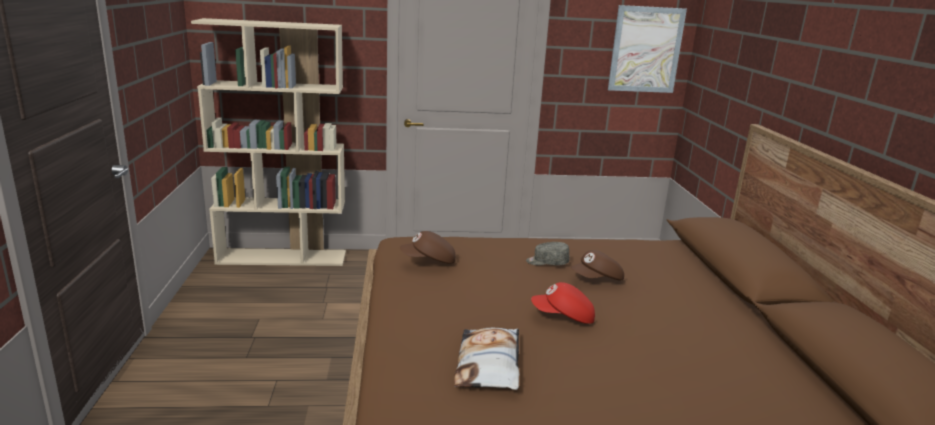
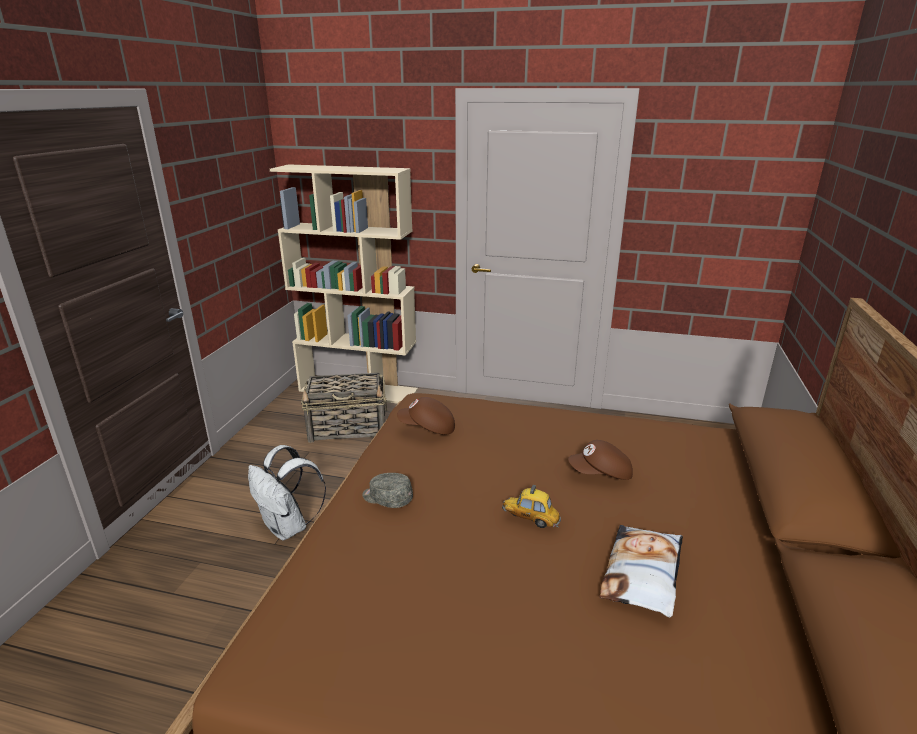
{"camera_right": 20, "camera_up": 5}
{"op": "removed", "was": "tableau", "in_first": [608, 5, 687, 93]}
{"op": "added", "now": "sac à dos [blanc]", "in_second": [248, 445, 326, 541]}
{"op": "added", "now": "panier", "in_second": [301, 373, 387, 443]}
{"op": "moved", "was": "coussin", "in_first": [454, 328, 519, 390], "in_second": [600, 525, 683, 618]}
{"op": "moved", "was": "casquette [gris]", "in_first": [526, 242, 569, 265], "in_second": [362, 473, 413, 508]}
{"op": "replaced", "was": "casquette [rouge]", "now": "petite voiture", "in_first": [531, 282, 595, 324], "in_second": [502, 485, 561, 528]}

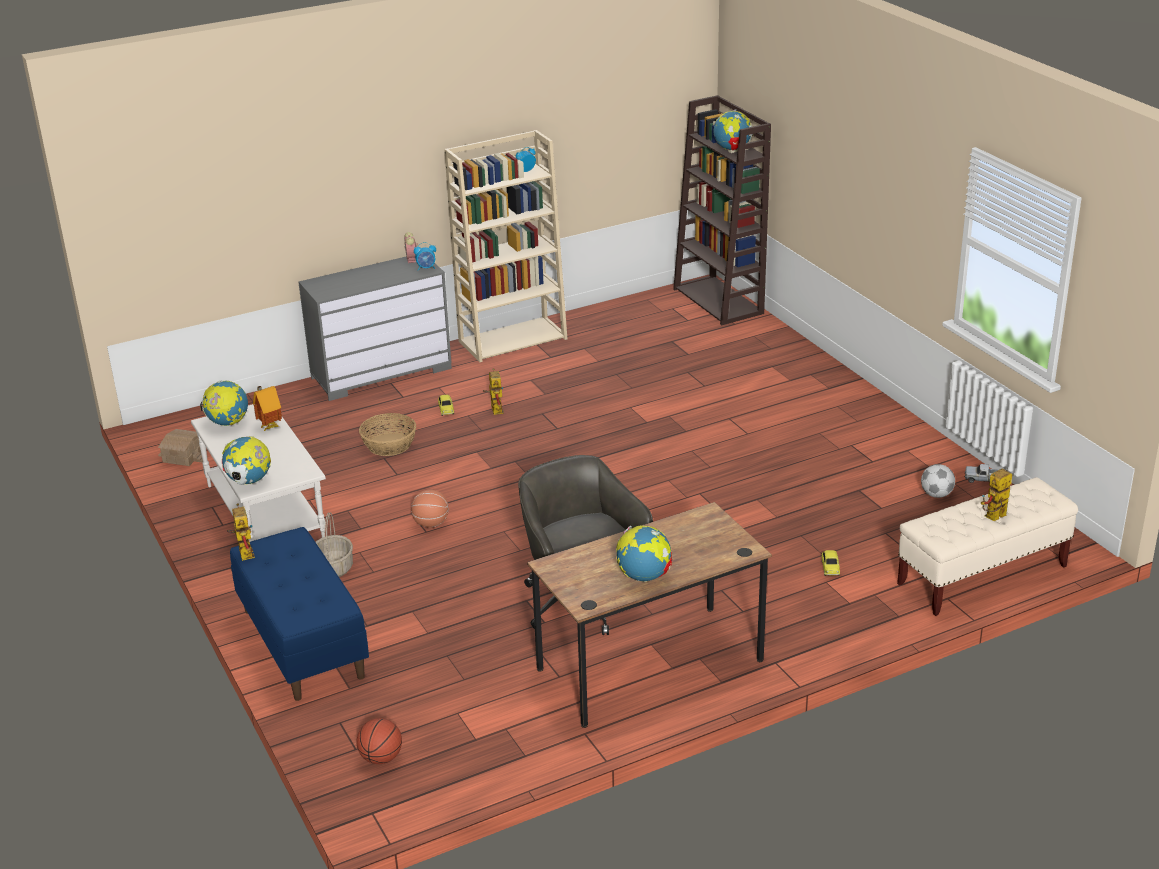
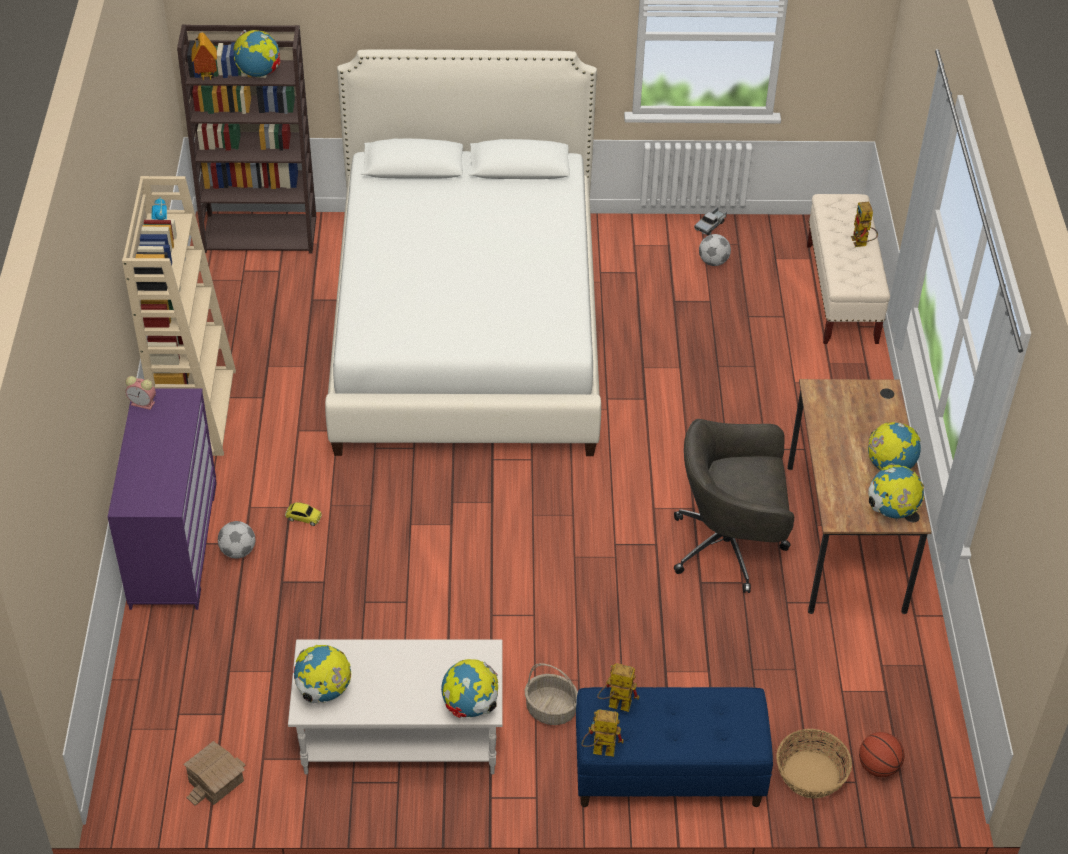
{"camera_right": -65, "camera_up": 15}
{"op": "removed", "was": "ballon de basket", "in_first": [411, 490, 449, 528]}
{"op": "removed", "was": "réveil", "in_first": [414, 242, 436, 271]}
{"op": "removed", "was": "petite voiture", "in_first": [822, 550, 840, 576]}
{"op": "added", "now": "ballon de foot", "in_second": [218, 521, 255, 559]}
{"op": "added", "now": "lit [blanc]", "in_second": [325, 49, 601, 456]}
{"op": "added", "now": "globe", "in_second": [868, 463, 924, 518]}
{"op": "moved", "was": "maison miniature", "in_first": [253, 386, 282, 431], "in_second": [191, 33, 217, 82]}
{"op": "moved", "was": "panier", "in_first": [359, 413, 416, 456], "in_second": [776, 729, 852, 799]}
{"op": "moved", "was": "robot jouet", "in_first": [483, 368, 504, 415], "in_second": [597, 663, 639, 712]}
{"op": "recoloured", "was": "commode [gris]", "now": "commode [violet]", "in_first": [298, 257, 452, 401], "in_second": [108, 388, 217, 610]}

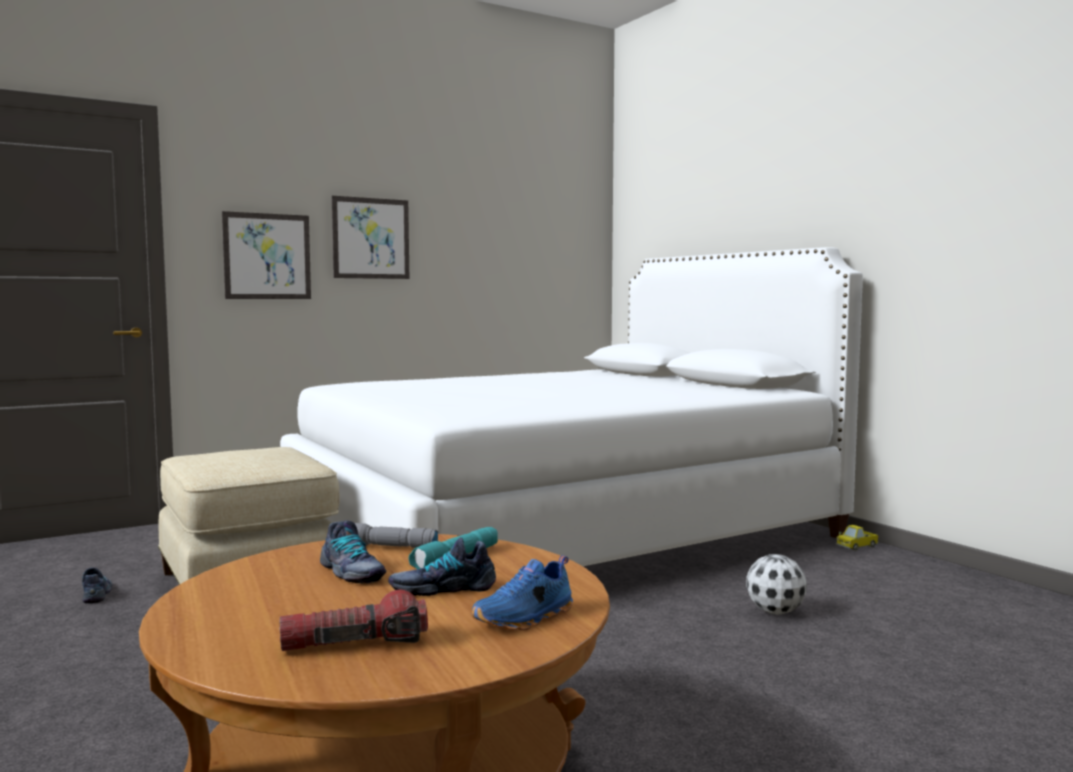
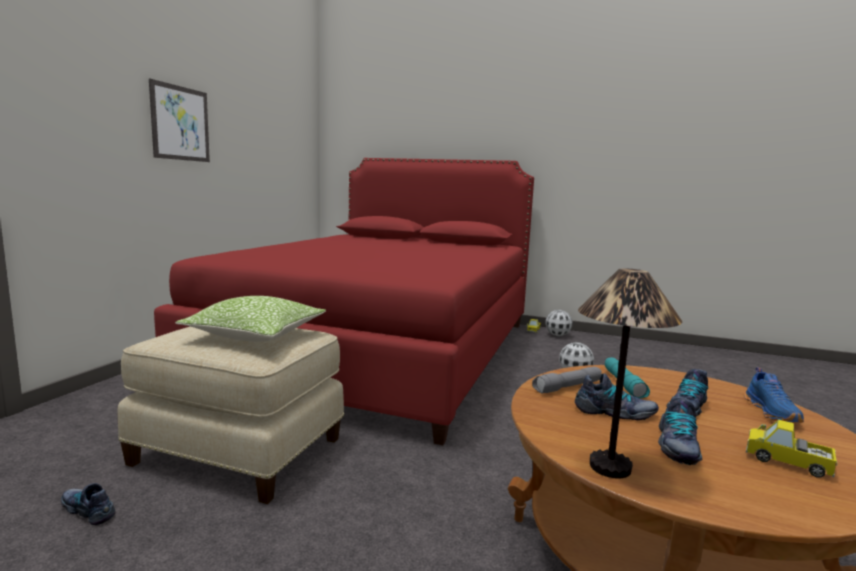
{"camera_right": -40, "camera_up": 5}
{"op": "removed", "was": "tableau", "in_first": [222, 211, 311, 299]}
{"op": "added", "now": "coussin", "in_second": [175, 296, 326, 342]}
{"op": "added", "now": "ballon de foot", "in_second": [545, 310, 573, 336]}
{"op": "added", "now": "lampe de table", "in_second": [578, 269, 682, 479]}
{"op": "added", "now": "chaussure", "in_second": [658, 397, 703, 465]}
{"op": "replaced", "was": "lampe de poche", "now": "camion jouet", "in_first": [280, 590, 428, 651], "in_second": [746, 420, 838, 478]}
{"op": "recoloured", "was": "lit [blanc]", "now": "lit [rouge]", "in_first": [280, 247, 863, 566], "in_second": [154, 158, 534, 445]}

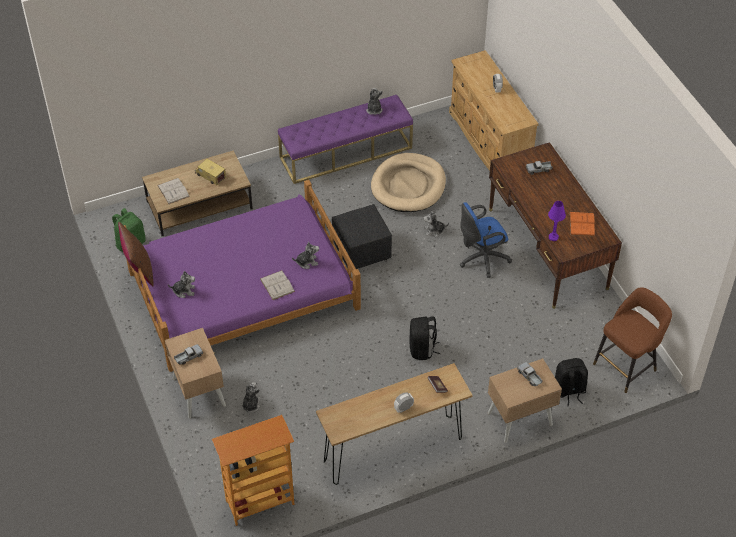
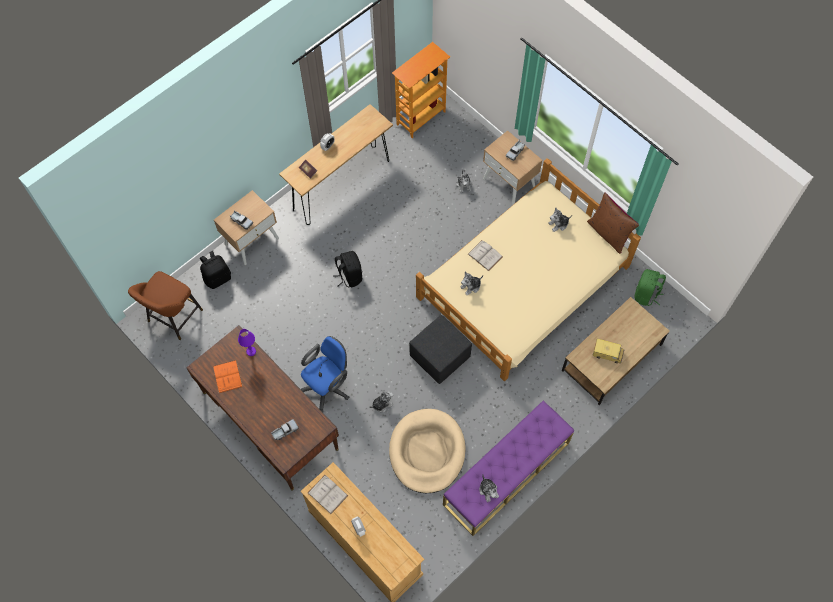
{"camera_right": 160, "camera_up": 15}
{"op": "moved", "was": "livre [blanc]", "in_first": [157, 178, 190, 204], "in_second": [308, 475, 348, 514]}
{"op": "recoloured", "was": "lit [violet]", "now": "lit [beige]", "in_first": [124, 180, 361, 372], "in_second": [416, 158, 641, 381]}

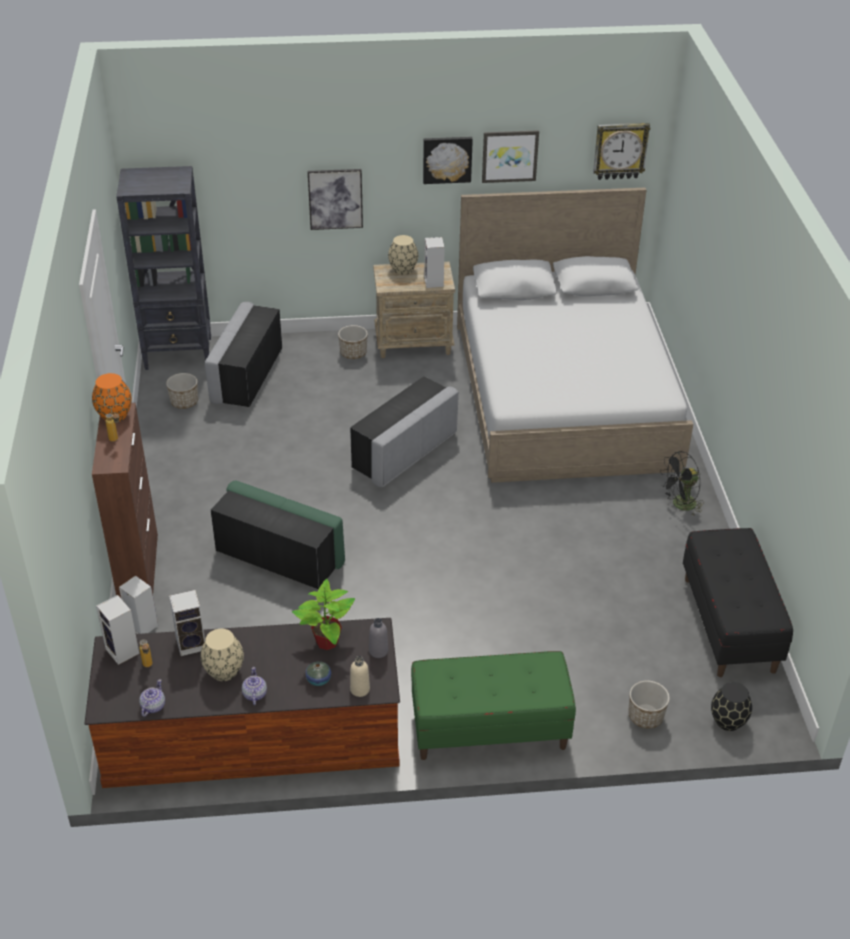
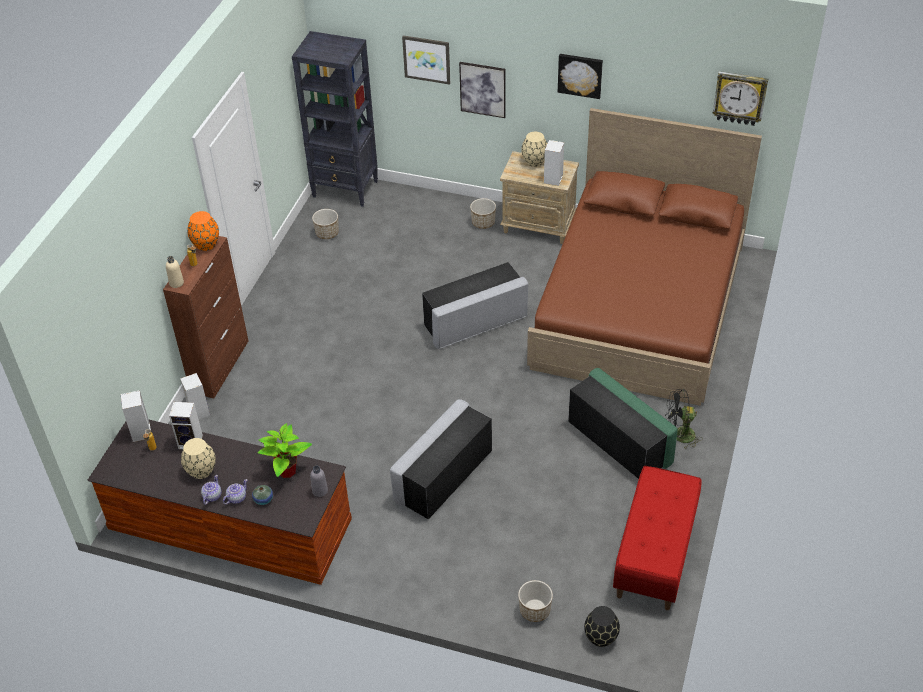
{"camera_right": 25, "camera_up": 5}
{"op": "removed", "was": "banc [vert]", "in_first": [411, 651, 576, 760]}
{"op": "moved", "was": "théière", "in_first": [139, 679, 165, 717], "in_second": [223, 479, 248, 504]}
{"op": "moved", "was": "pouf [gris]", "in_first": [205, 302, 282, 407], "in_second": [390, 399, 492, 519]}
{"op": "moved", "was": "pouf [vert]", "in_first": [211, 480, 345, 589], "in_second": [568, 368, 678, 479]}
{"op": "moved", "was": "bouteille [beige]", "in_first": [350, 656, 370, 697], "in_second": [166, 256, 184, 288]}
{"op": "moved", "was": "tableau", "in_first": [482, 130, 539, 183], "in_second": [402, 35, 450, 85]}
{"op": "recoloured", "was": "lit [blanc]", "now": "lit [marron]", "in_first": [457, 188, 693, 483], "in_second": [527, 108, 762, 406]}
{"op": "recoloured", "was": "banc [noir]", "now": "banc [rouge]", "in_first": [683, 528, 793, 677], "in_second": [613, 466, 702, 610]}

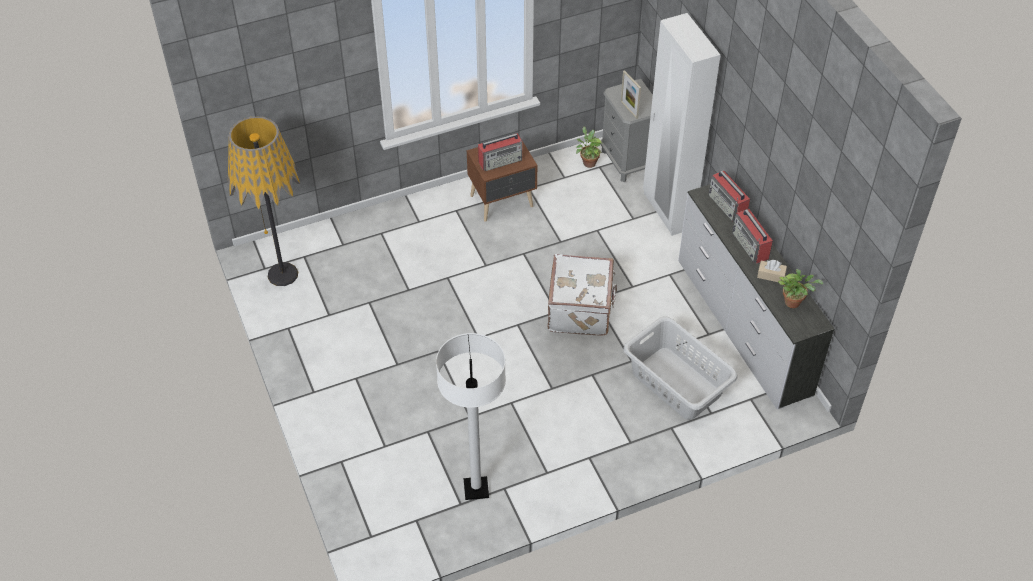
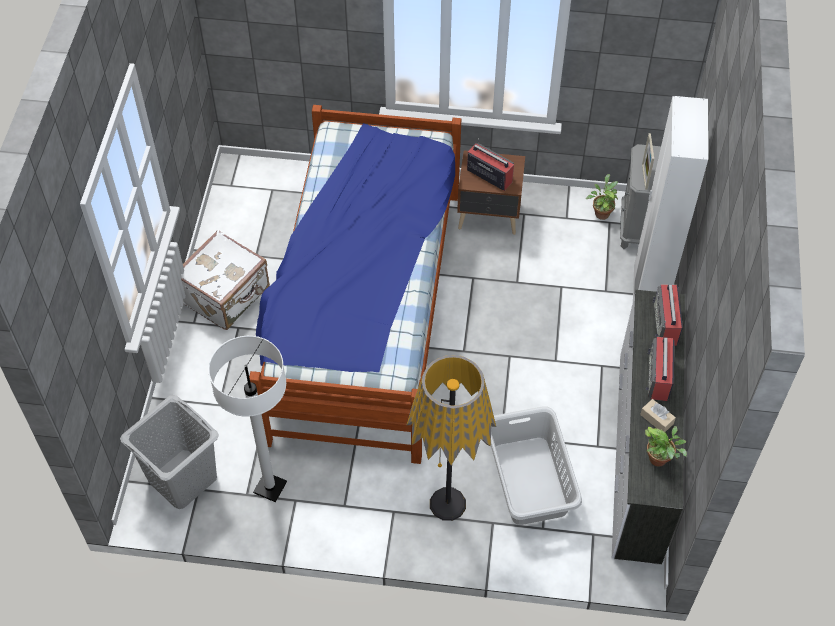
{"camera_right": 30, "camera_up": 5}
{"op": "added", "now": "panier à linge [gris]", "in_second": [120, 395, 219, 509]}
{"op": "added", "now": "lit", "in_second": [249, 105, 461, 464]}
{"op": "moved", "was": "lampadaire", "in_first": [228, 117, 300, 286], "in_second": [406, 355, 496, 521]}
{"op": "moved", "was": "valise [blanc]", "in_first": [548, 254, 617, 336], "in_second": [181, 230, 270, 330]}
{"op": "turned", "was": "radio", "in_first": [478, 133, 522, 171], "in_second": [467, 138, 514, 191], "clockwise": -150}

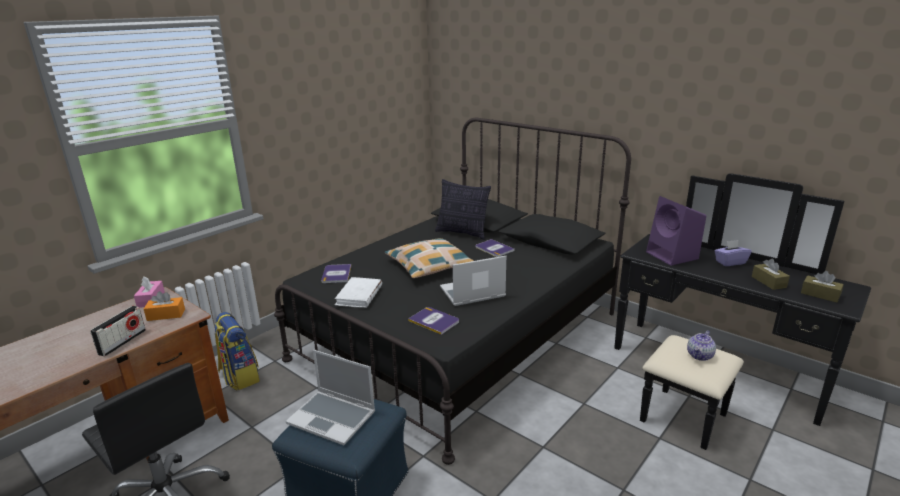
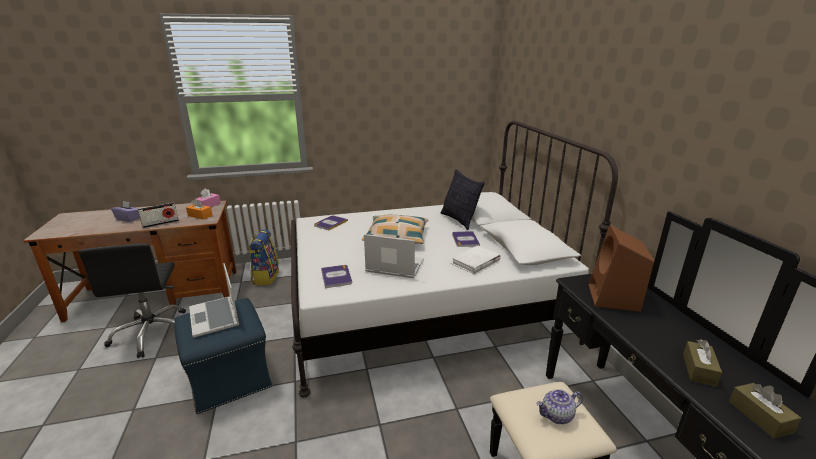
{"camera_right": 35, "camera_up": 0}
{"op": "moved", "was": "livre [blanc]", "in_first": [335, 277, 382, 308], "in_second": [451, 245, 501, 274]}
{"op": "moved", "was": "boîte à mouchoirs [violet]", "in_first": [714, 240, 752, 266], "in_second": [111, 201, 140, 222]}
{"op": "recoloured", "was": "lit [noir]", "now": "lit [blanc]", "in_first": [274, 118, 631, 465], "in_second": [291, 120, 618, 397]}
{"op": "recoloured", "was": "enceinte [violet]", "now": "enceinte [marron]", "in_first": [646, 196, 706, 266], "in_second": [588, 225, 654, 312]}

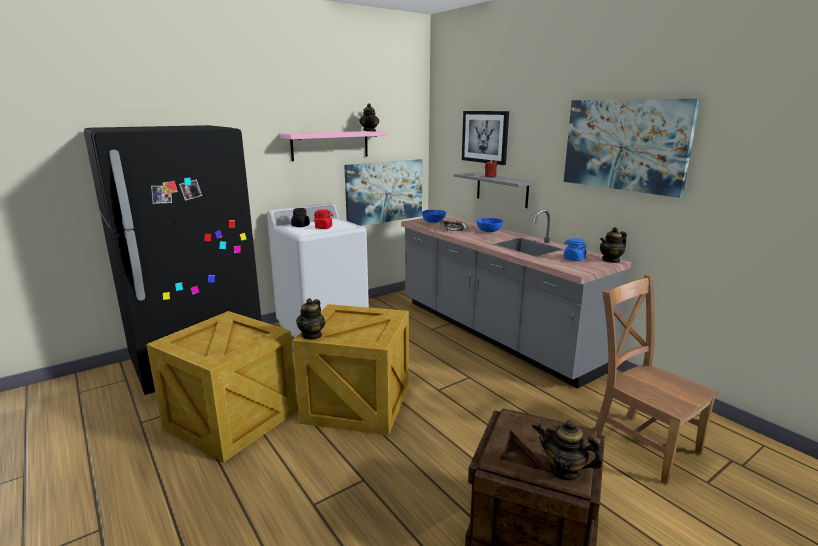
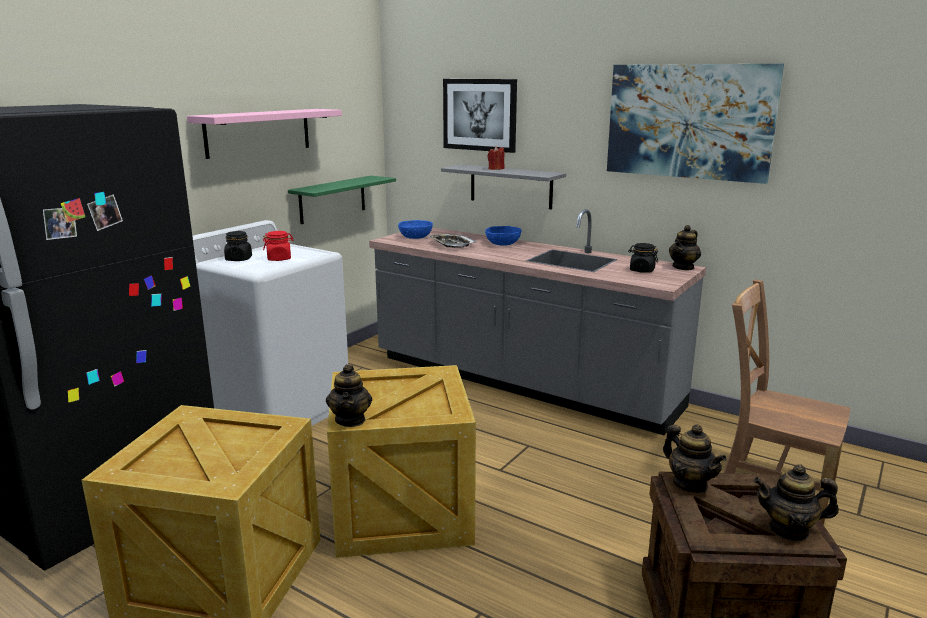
{"camera_right": -20, "camera_up": 0}
{"op": "moved", "was": "théière", "in_first": [359, 103, 379, 132], "in_second": [663, 425, 727, 493]}
{"op": "replaced", "was": "tableau", "now": "étagère [vert]", "in_first": [344, 159, 422, 226], "in_second": [288, 176, 396, 224]}
{"op": "recoloured", "was": "bocal [bleu]", "now": "bocal [noir]", "in_first": [564, 238, 587, 261], "in_second": [628, 243, 658, 273]}

